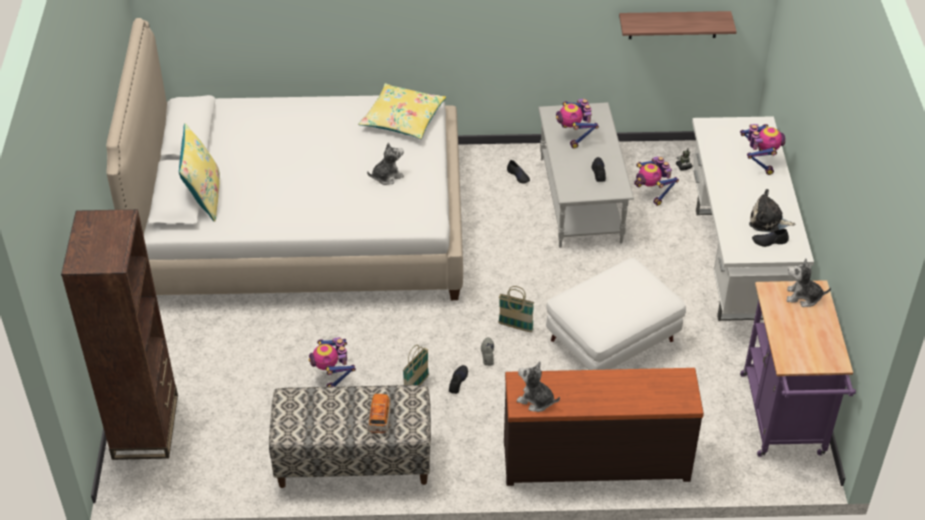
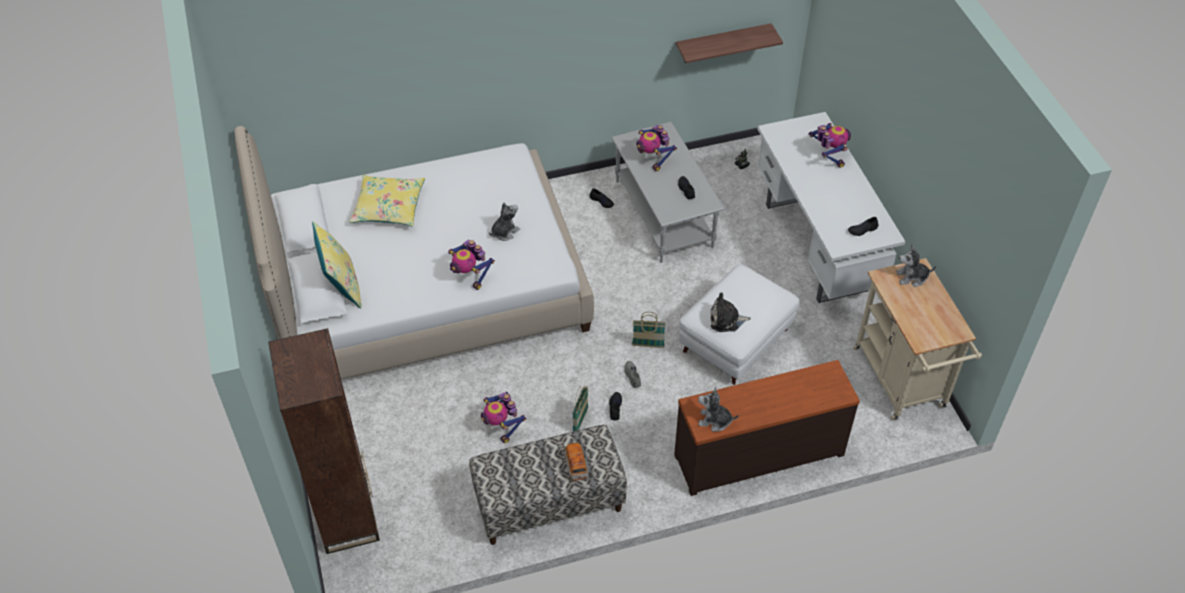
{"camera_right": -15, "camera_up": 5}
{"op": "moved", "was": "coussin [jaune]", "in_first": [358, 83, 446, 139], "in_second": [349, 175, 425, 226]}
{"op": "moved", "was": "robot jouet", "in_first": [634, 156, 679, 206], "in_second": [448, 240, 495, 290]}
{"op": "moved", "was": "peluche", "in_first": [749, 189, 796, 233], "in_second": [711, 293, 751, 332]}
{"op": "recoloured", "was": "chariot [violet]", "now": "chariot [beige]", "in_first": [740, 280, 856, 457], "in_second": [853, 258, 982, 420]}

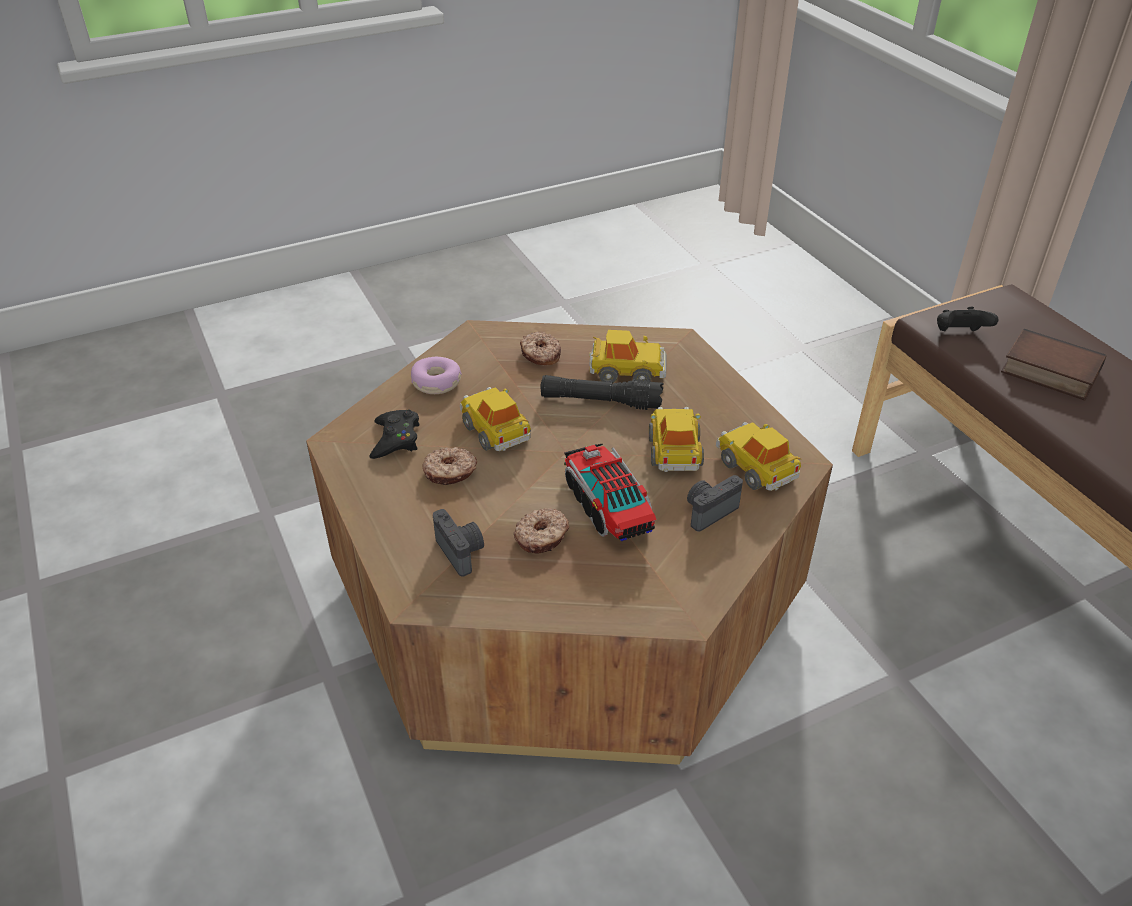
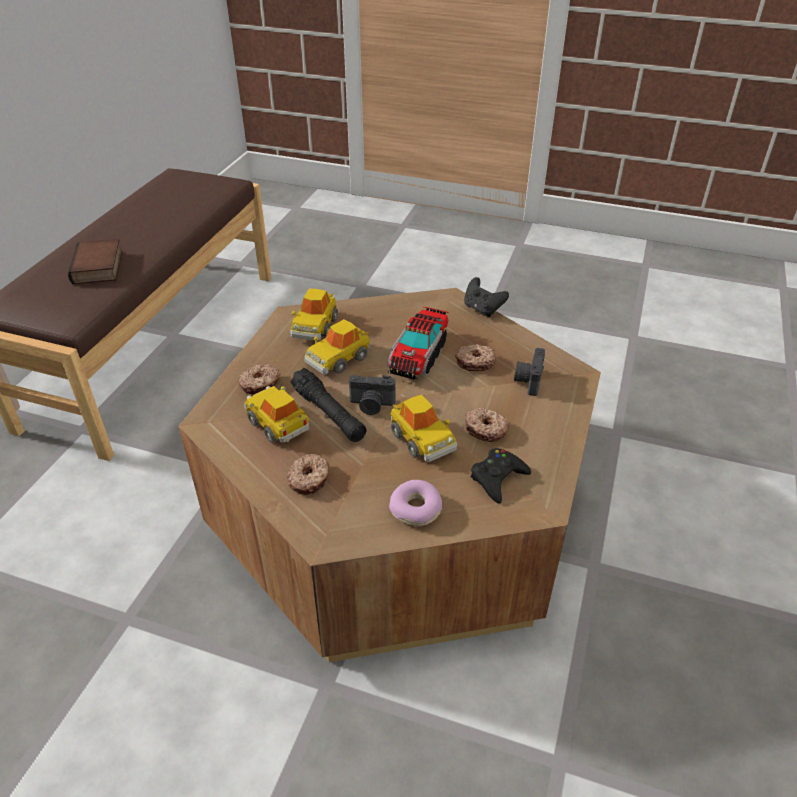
{"camera_right": -135, "camera_up": 0}
{"op": "added", "now": "beignet", "in_second": [238, 364, 281, 395]}
{"op": "moved", "was": "appareil photo", "in_first": [687, 475, 743, 531], "in_second": [349, 375, 395, 415]}
{"op": "moved", "was": "manette [noir]", "in_first": [937, 307, 998, 331], "in_second": [464, 277, 509, 317]}
{"op": "turned", "was": "petite voiture", "in_first": [460, 387, 531, 451], "in_second": [391, 394, 457, 462], "clockwise": -45}

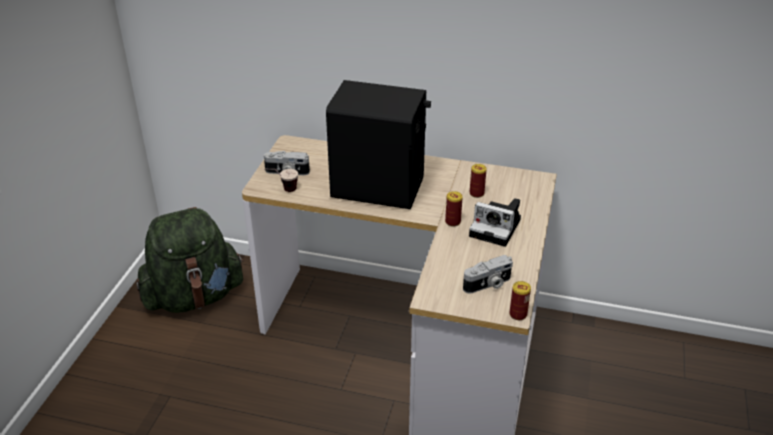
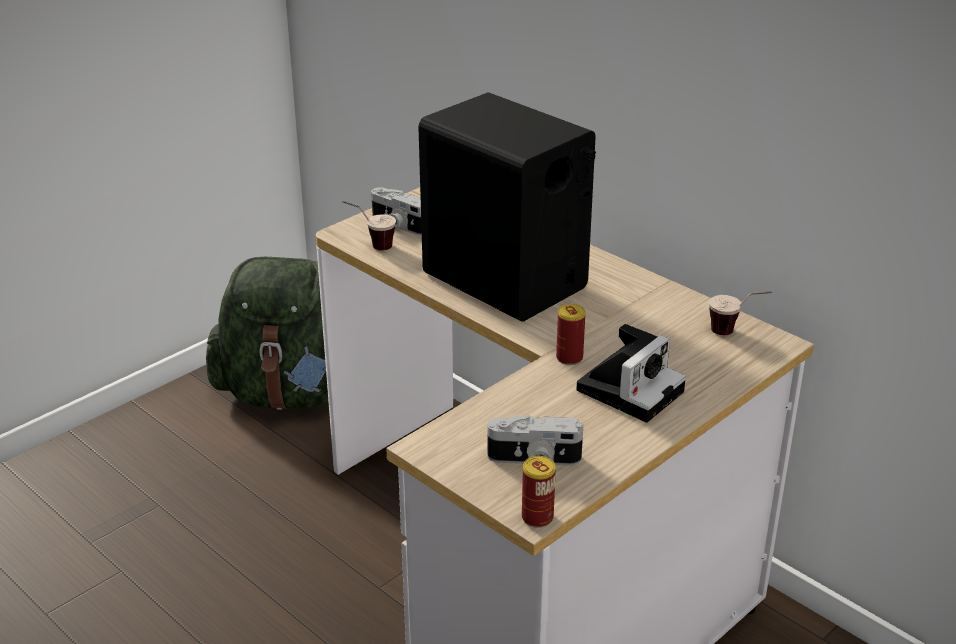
{"camera_right": 30, "camera_up": -5}
{"op": "removed", "was": "boîte métallique", "in_first": [470, 164, 487, 198]}
{"op": "added", "now": "tasse", "in_second": [709, 291, 772, 335]}
{"op": "turned", "was": "appareil photo", "in_first": [469, 198, 521, 247], "in_second": [577, 324, 686, 423], "clockwise": -105}

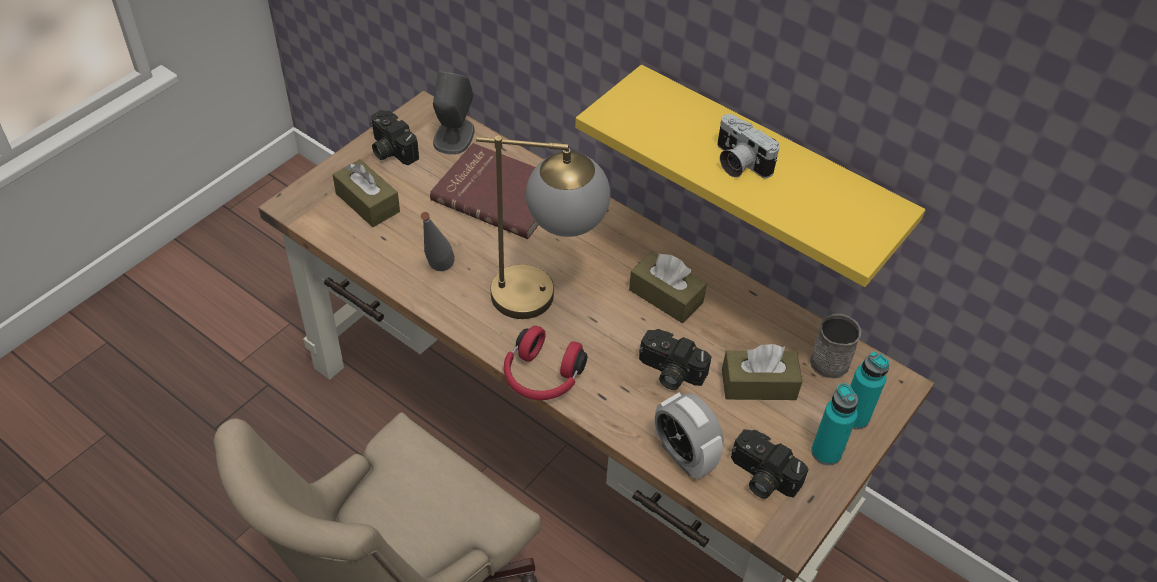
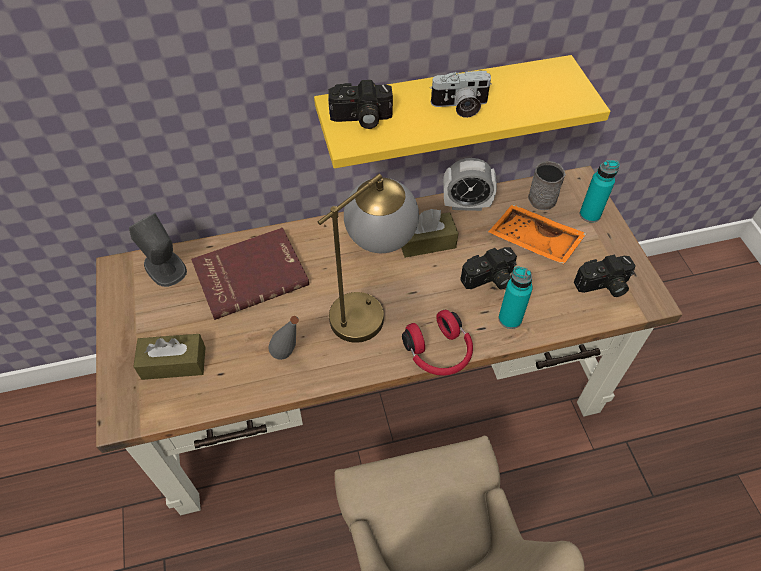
{"camera_right": -50, "camera_up": 5}
{"op": "moved", "was": "appareil photo", "in_first": [370, 110, 419, 165], "in_second": [328, 80, 393, 129]}
{"op": "moved", "was": "réveil", "in_first": [655, 392, 724, 480], "in_second": [443, 158, 497, 211]}
{"op": "moved", "was": "bouteille [turquoise]", "in_first": [811, 383, 858, 465], "in_second": [499, 266, 533, 329]}
{"op": "replaced", "was": "boîte à mouchoirs [marron]", "now": "plateau [orange]", "in_first": [722, 344, 802, 400], "in_second": [488, 204, 587, 264]}

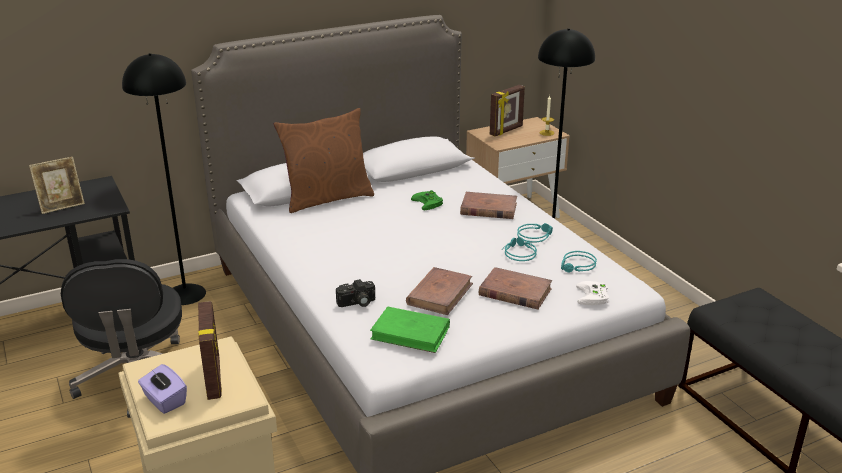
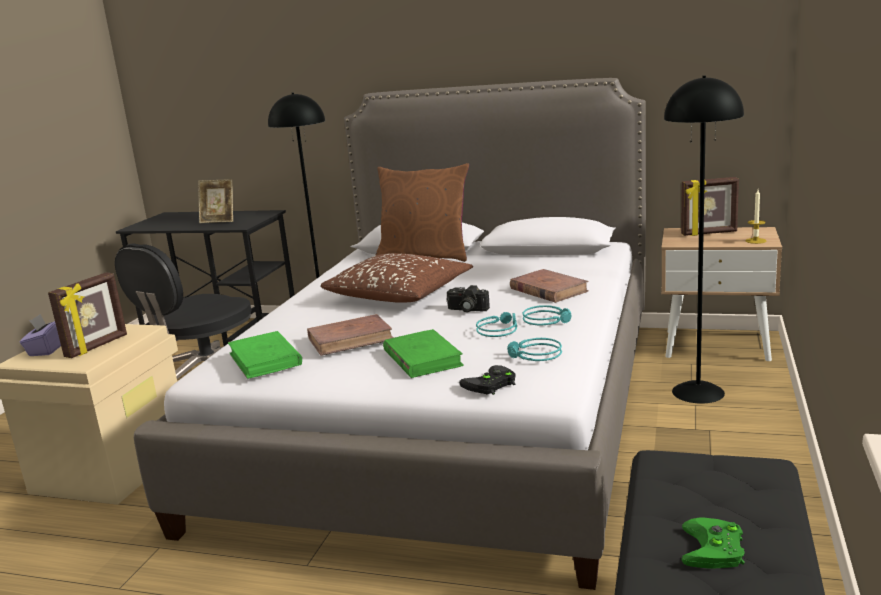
{"camera_right": 45, "camera_up": -10}
{"op": "added", "now": "coussin [marron]", "in_second": [321, 253, 473, 303]}
{"op": "moved", "was": "appareil photo", "in_first": [336, 279, 375, 307], "in_second": [447, 285, 490, 312]}
{"op": "moved", "was": "manette [vert]", "in_first": [411, 190, 443, 210], "in_second": [681, 517, 745, 569]}
{"op": "recoloured", "was": "livre [marron]", "now": "livre [vert]", "in_first": [479, 267, 552, 310], "in_second": [383, 329, 464, 378]}
{"op": "recoloured", "was": "manette [blanc]", "now": "manette [noir]", "in_first": [576, 281, 609, 305], "in_second": [459, 365, 516, 395]}

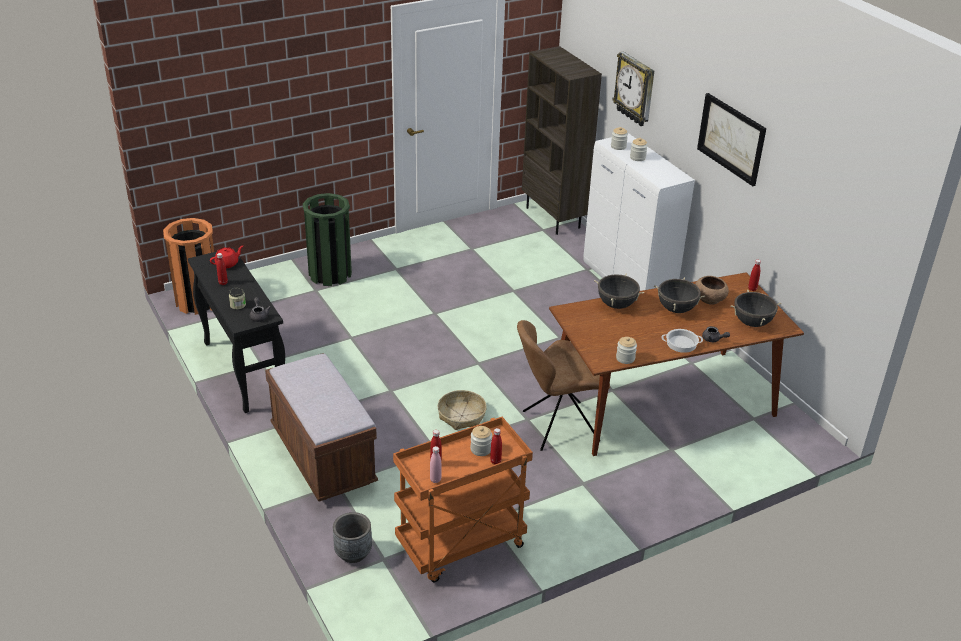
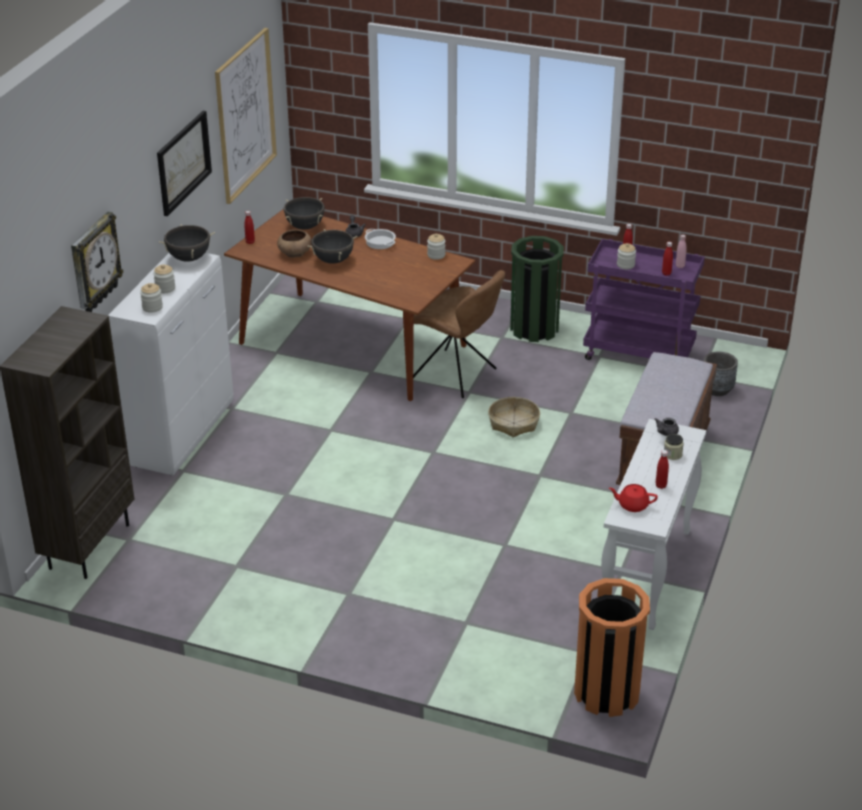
{"camera_right": -130, "camera_up": 0}
{"op": "added", "now": "tableau", "in_second": [215, 28, 277, 204]}
{"op": "moved", "was": "poubelle [vert]", "in_first": [303, 193, 352, 286], "in_second": [510, 236, 564, 342]}
{"op": "moved", "was": "marmite [noir]", "in_first": [594, 273, 644, 309], "in_second": [159, 224, 215, 262]}
{"op": "recoloured", "was": "table console [noir]", "now": "table console [blanc]", "in_first": [188, 247, 285, 413], "in_second": [601, 419, 706, 630]}
{"op": "recoloured", "was": "chariot [orange]", "now": "chariot [violet]", "in_first": [393, 417, 533, 582], "in_second": [583, 239, 705, 360]}

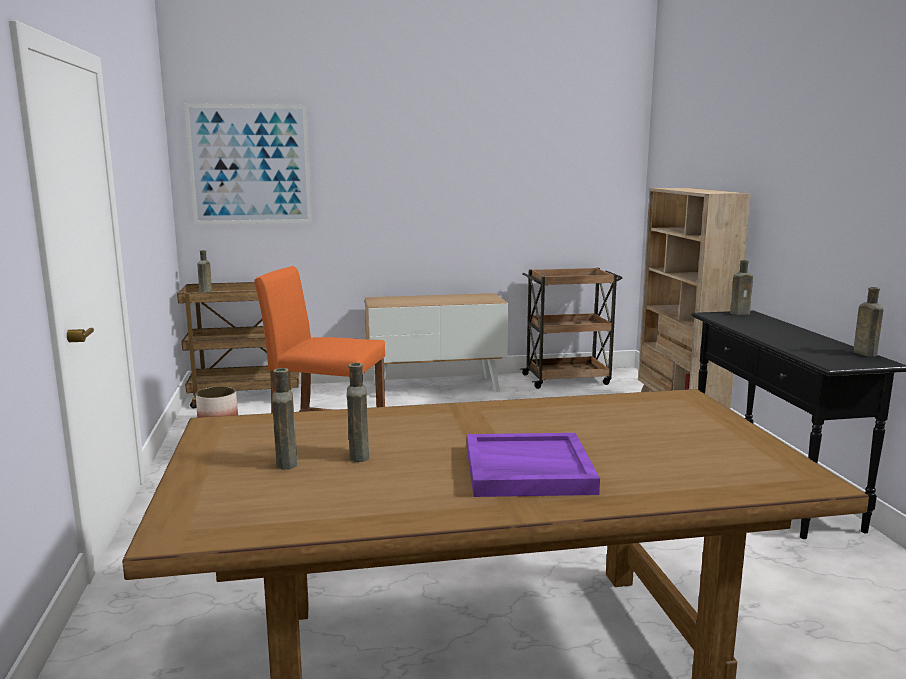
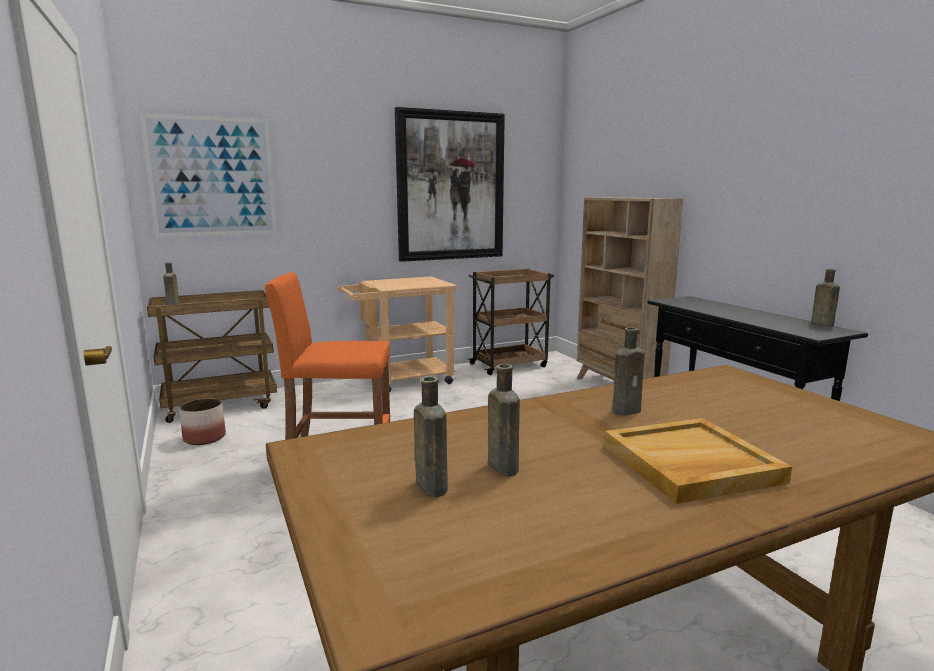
{"camera_right": -15, "camera_up": 0}
{"op": "added", "now": "tableau", "in_second": [395, 107, 505, 262]}
{"op": "moved", "was": "bouteille [marron]", "in_first": [730, 260, 753, 315], "in_second": [612, 327, 645, 415]}
{"op": "replaced", "was": "meuble de rangement", "now": "chariot [beige]", "in_first": [365, 293, 508, 391], "in_second": [337, 276, 457, 393]}
{"op": "recoloured", "was": "plateau [violet]", "now": "plateau [beige]", "in_first": [467, 433, 600, 497], "in_second": [604, 418, 792, 504]}

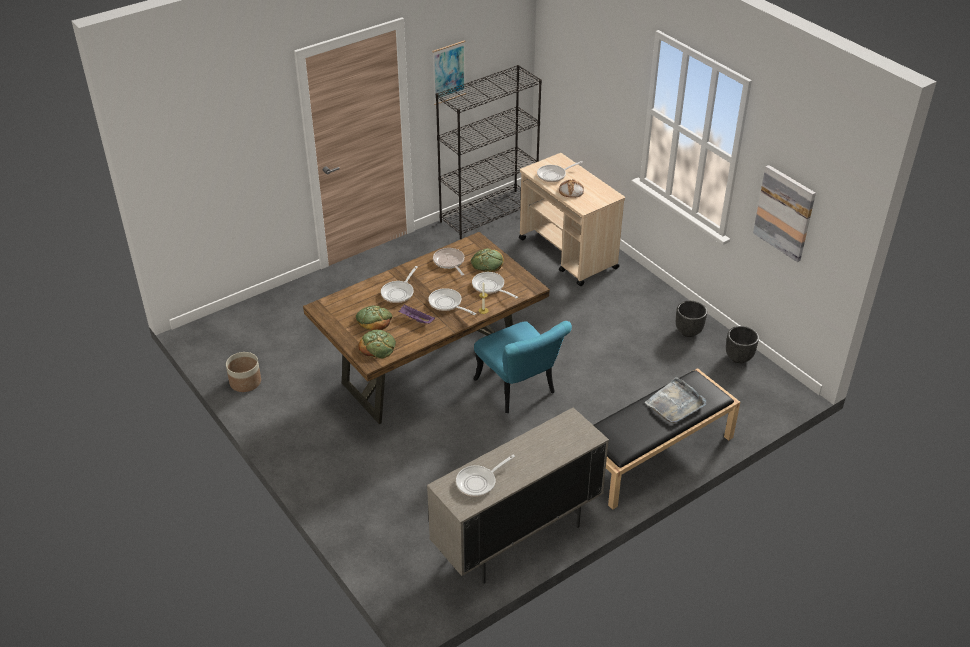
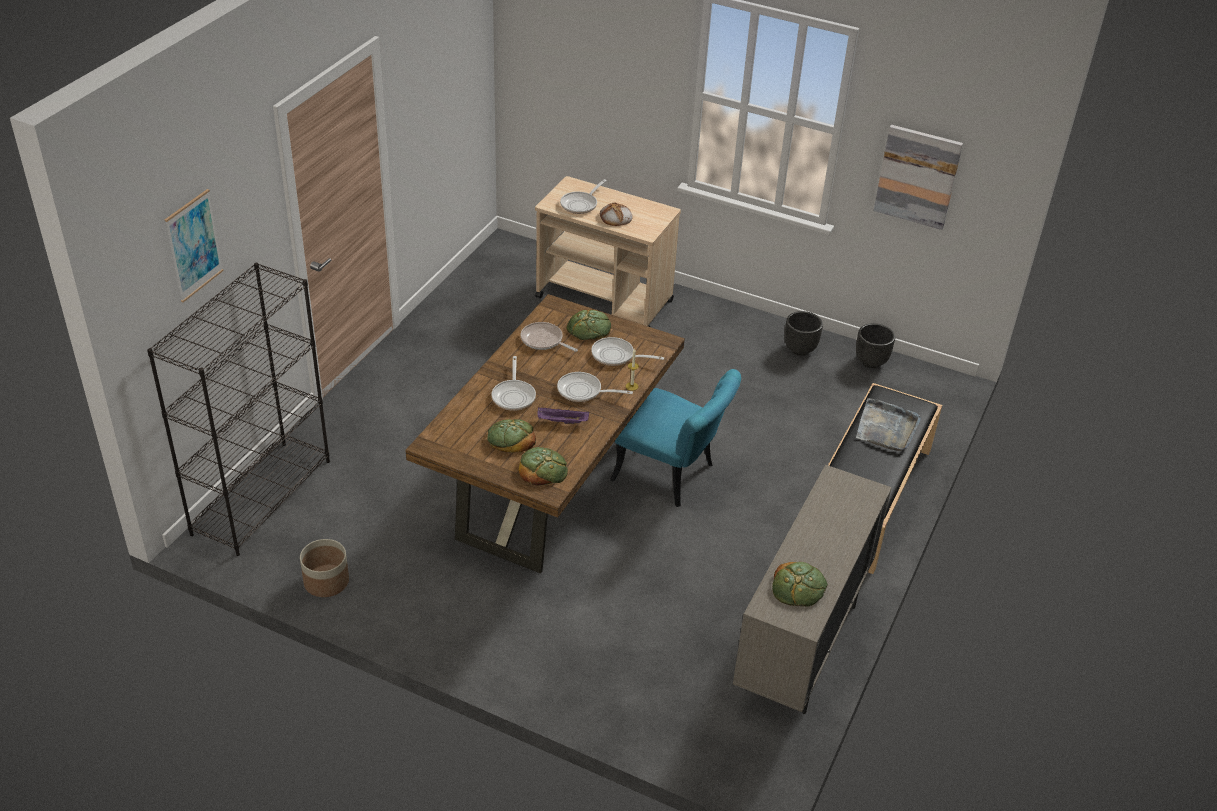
{"camera_right": -30, "camera_up": 0}
{"op": "moved", "was": "tableau", "in_first": [432, 40, 466, 105], "in_second": [165, 189, 224, 302]}
{"op": "moved", "was": "bibliothèque [noir]", "in_first": [436, 65, 542, 239], "in_second": [147, 263, 330, 556]}
{"op": "replaced", "was": "poêle", "now": "pain", "in_first": [456, 455, 515, 497], "in_second": [772, 562, 828, 606]}

